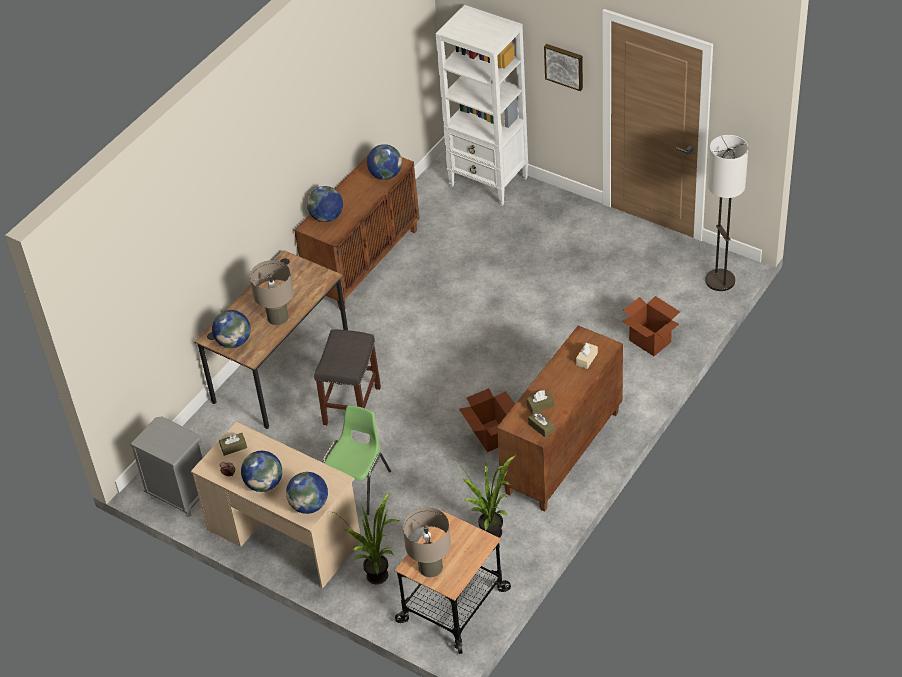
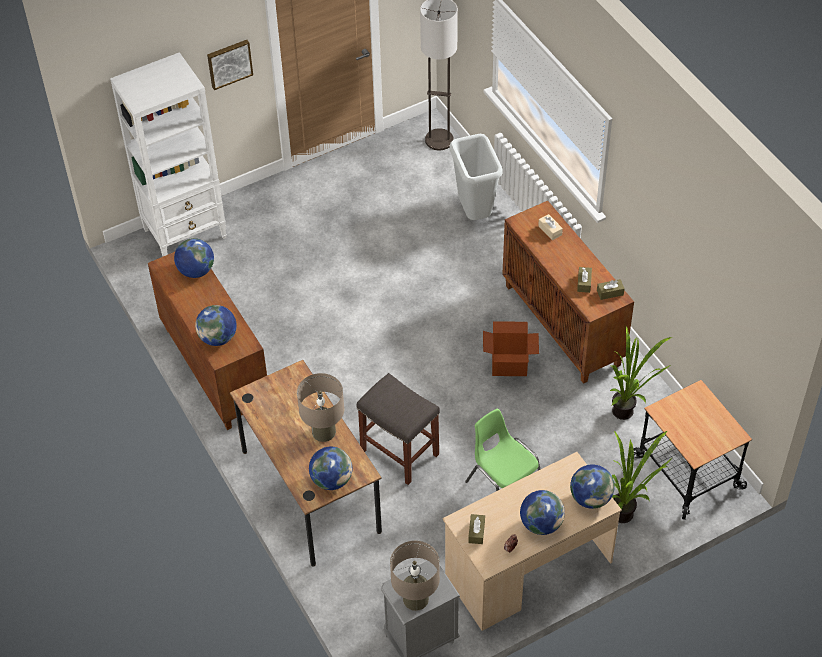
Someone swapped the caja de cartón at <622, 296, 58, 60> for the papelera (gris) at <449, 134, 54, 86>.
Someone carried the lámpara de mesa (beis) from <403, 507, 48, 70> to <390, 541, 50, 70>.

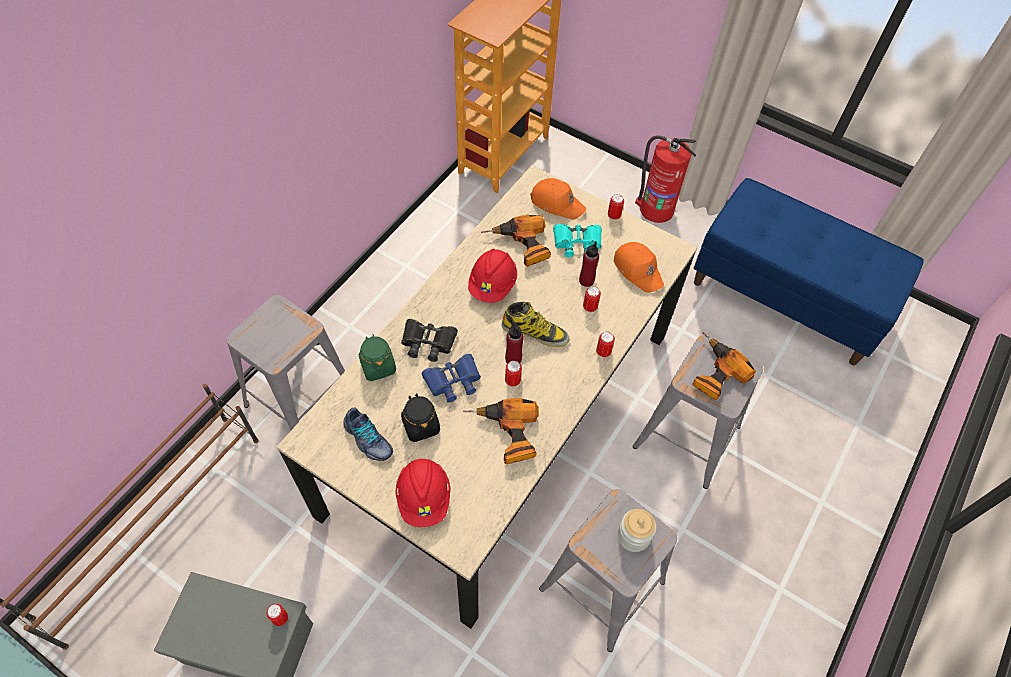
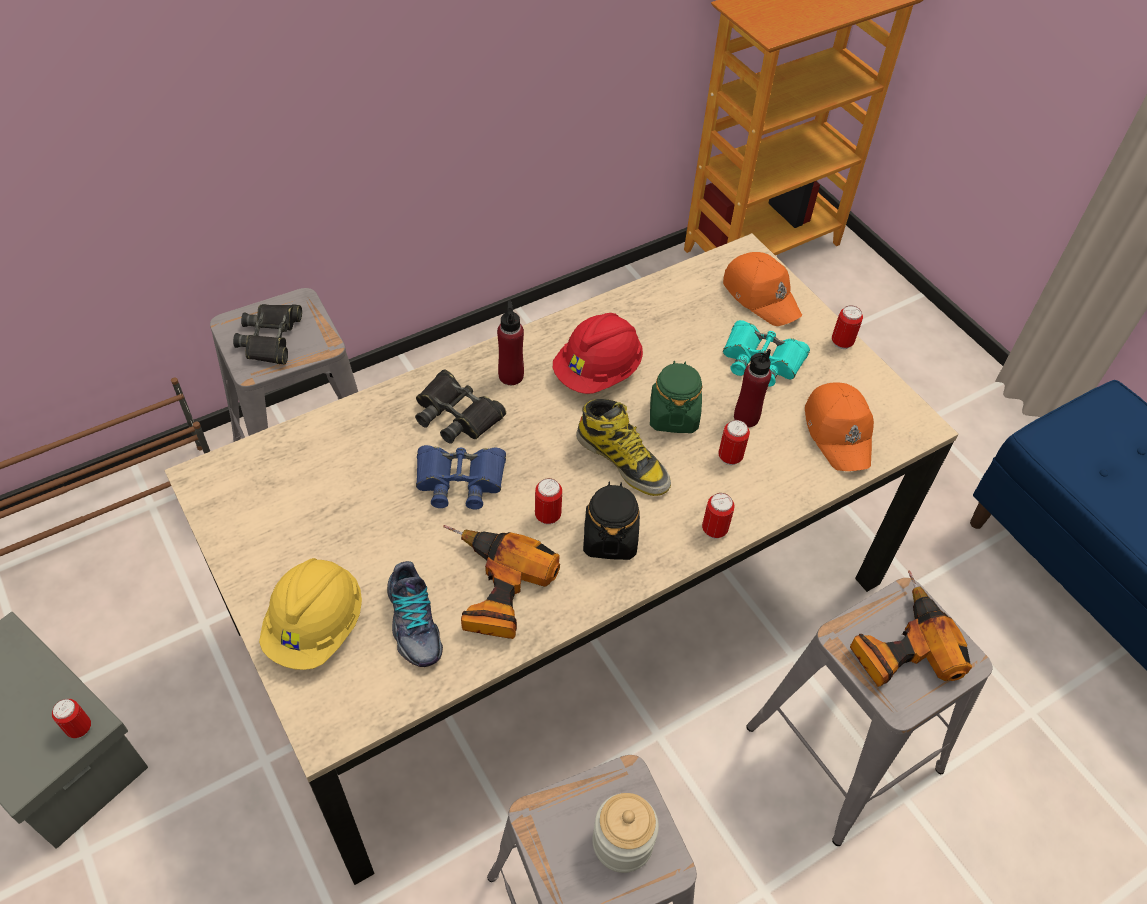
Someone took away the extintor at <635, 135, 61, 88>.
Someone took away the taladro at <481, 215, 70, 52>.
Someone carried the botella (rojo) from <505, 320, 19, 43> to <497, 300, 27, 85>.
Someone carried the tarro (verde) from <359, 334, 37, 47> to <650, 361, 52, 72>.
Someone carried the tarro (negro) from <401, 393, 39, 49> to <583, 481, 57, 79>.
Someone carried the zapato from <343, 407, 50, 54> to <387, 561, 56, 106>.
Someone repainted the casco (rojo) at <395, 459, 56, 68>, which became the casco (amarillo) at <259, 558, 103, 112>.
Someone put down the prismáticos (negro) at <233, 304, 69, 60>.

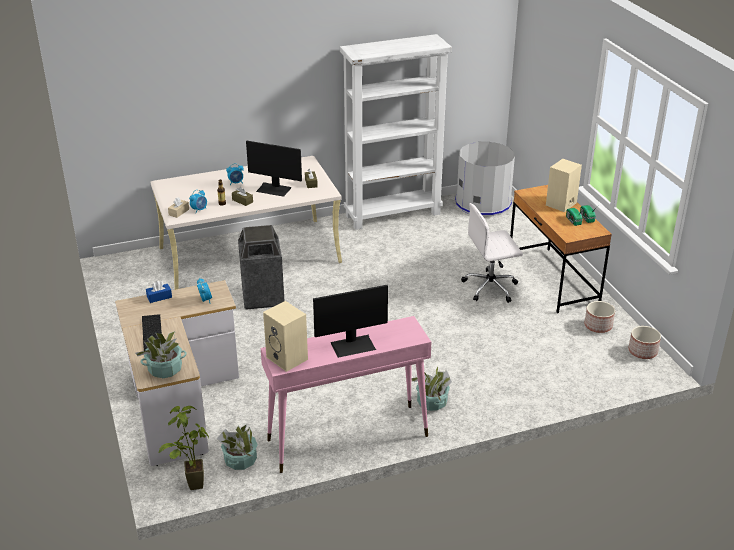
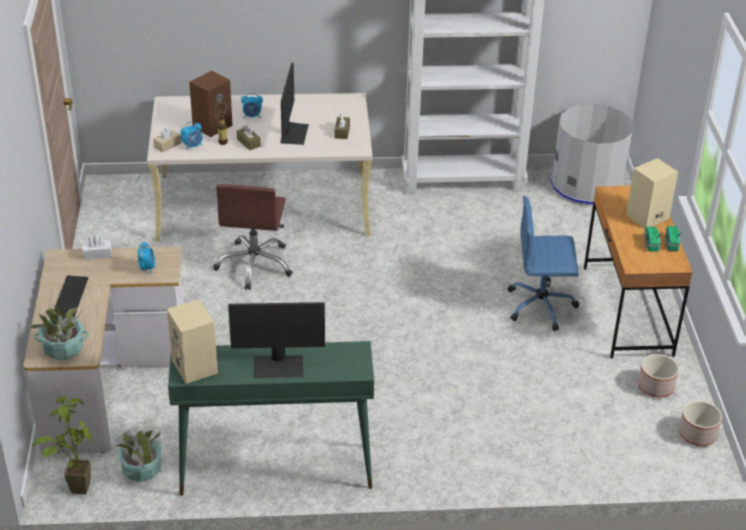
Someone rotated the monitor at <246, 141, 56, 56> by 120 degrees counterclockwise.
Someone repainted the silla de oficina (blanco) at <461, 203, 62, 100>, which became the silla de oficina (azul) at <508, 196, 71, 135>.
Someone swapped the papelera at <238, 225, 46, 85> for the silla de oficina (marrón) at <213, 184, 80, 106>.
Someone repainted the caja de pañuelos (azul) at <146, 281, 26, 22>, which became the caja de pañuelos (blanco) at <83, 235, 29, 25>.
Someone repainted the mesa consola (rosa) at <261, 316, 170, 157>, which became the mesa consola (verde) at <168, 341, 206, 155>.
Someone took away the planta en maceta at <411, 366, 41, 45>.
Someone put down the altavoz (marrón) at <189, 71, 44, 66>.

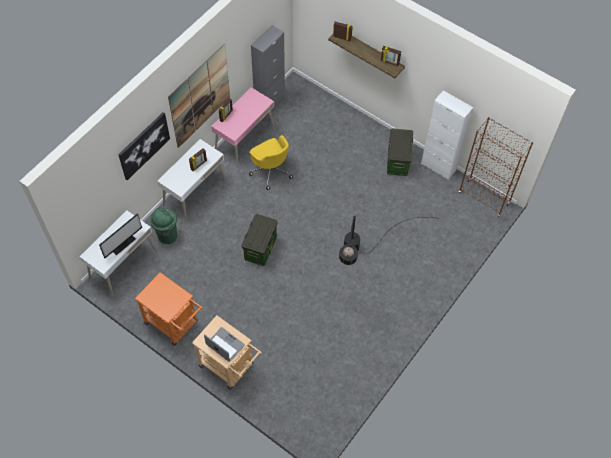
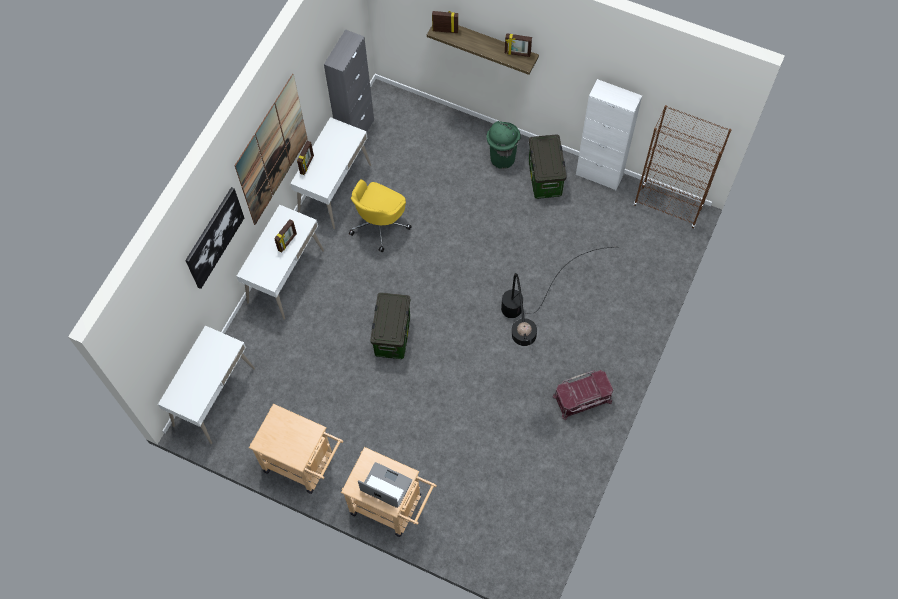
Someone repainted the escritorio (rosa) at <211, 87, 64, 80>, which became the escritorio (blanco) at <290, 117, 81, 112>.
Someone rotated the silla de oficina (amarillo) at <249, 135, 44, 55> by 75 degrees clockwise.
Someone carried the papelera (verde) from <150, 207, 27, 37> to <487, 121, 34, 48>.
Someone took away the monitor at <99, 213, 43, 45>.
Someone repainted the carrito (naranja) at <135, 272, 68, 74>, which became the carrito (beis) at <249, 404, 94, 90>.
Someone put down the caja de almacenaje (rojo) at <552, 370, 61, 50>.

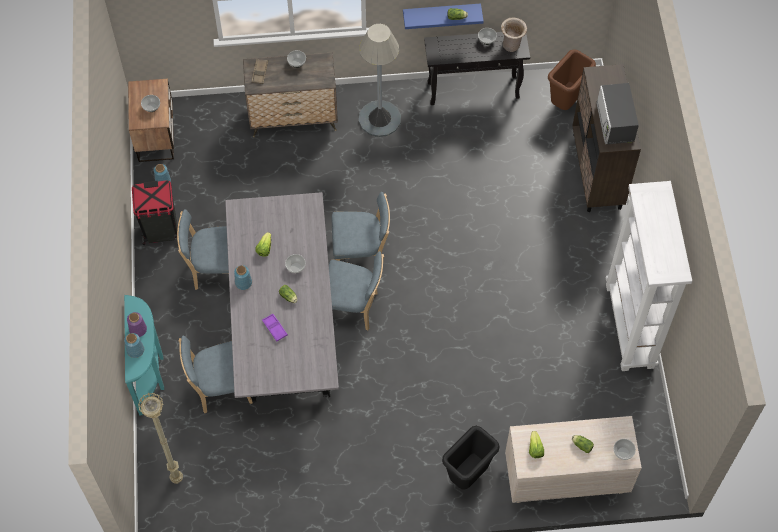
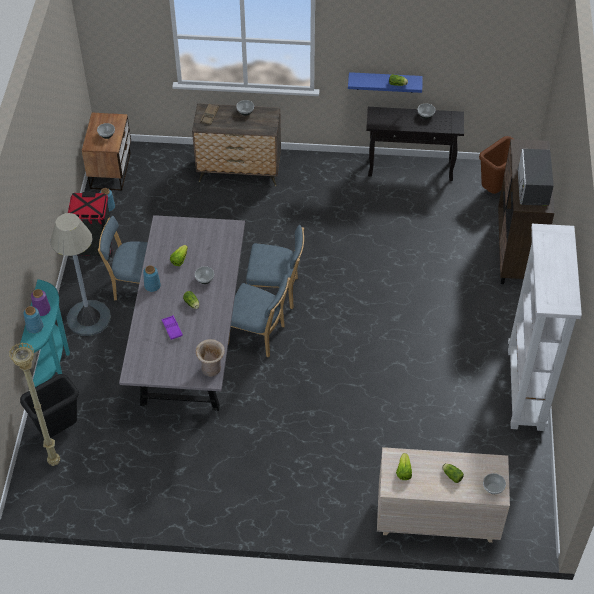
Someone carried the florero (beis) from <501, 18, 26, 34> to <196, 339, 29, 38>.
Someone carried the lámpara de pie (gris) from <359, 24, 42, 113> to <50, 213, 61, 123>.
Someone took away the silla (azul) at <179, 336, 74, 77>.
Someone carried the papelera (negro) from <442, 426, 57, 63> to <20, 374, 59, 64>.

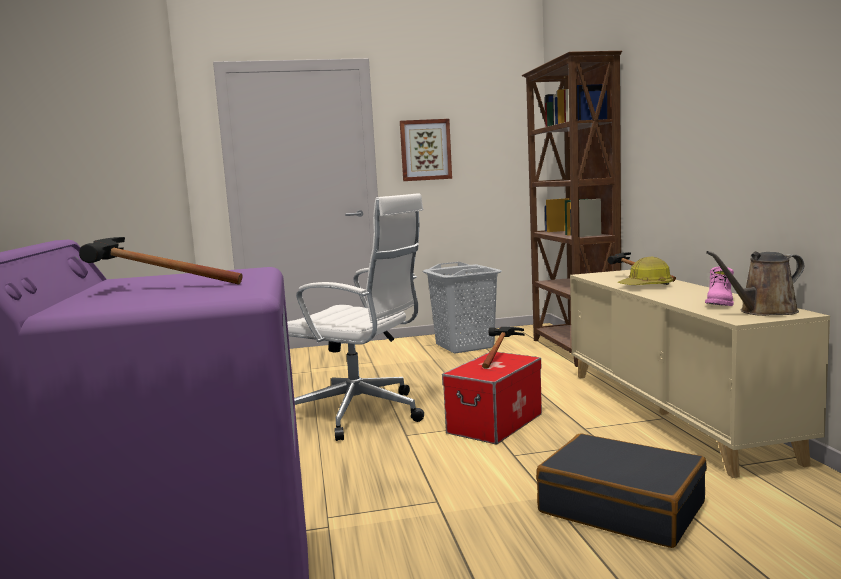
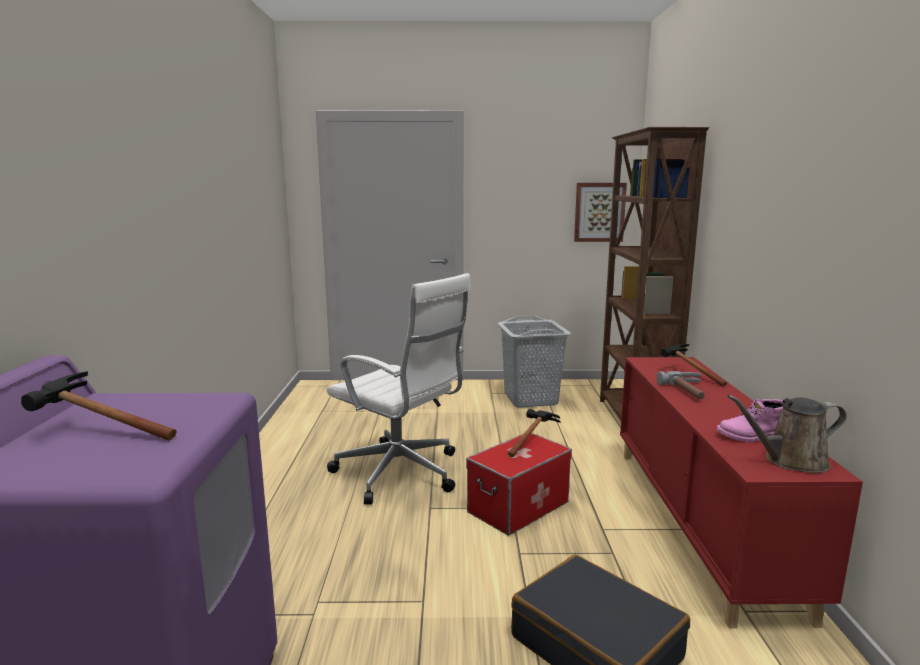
Someone carried the cuadro from <400, 119, 52, 62> to <574, 183, 53, 59>.
Someone swapped the casco at <618, 257, 55, 28> for the martillo at <657, 371, 48, 28>.
Someone rotated the bota (rosa) at <705, 266, 29, 40> by 45 degrees clockwise.
Someone repainted the armario (beis) at <570, 270, 260, 208>, which became the armario (rojo) at <620, 357, 243, 272>.

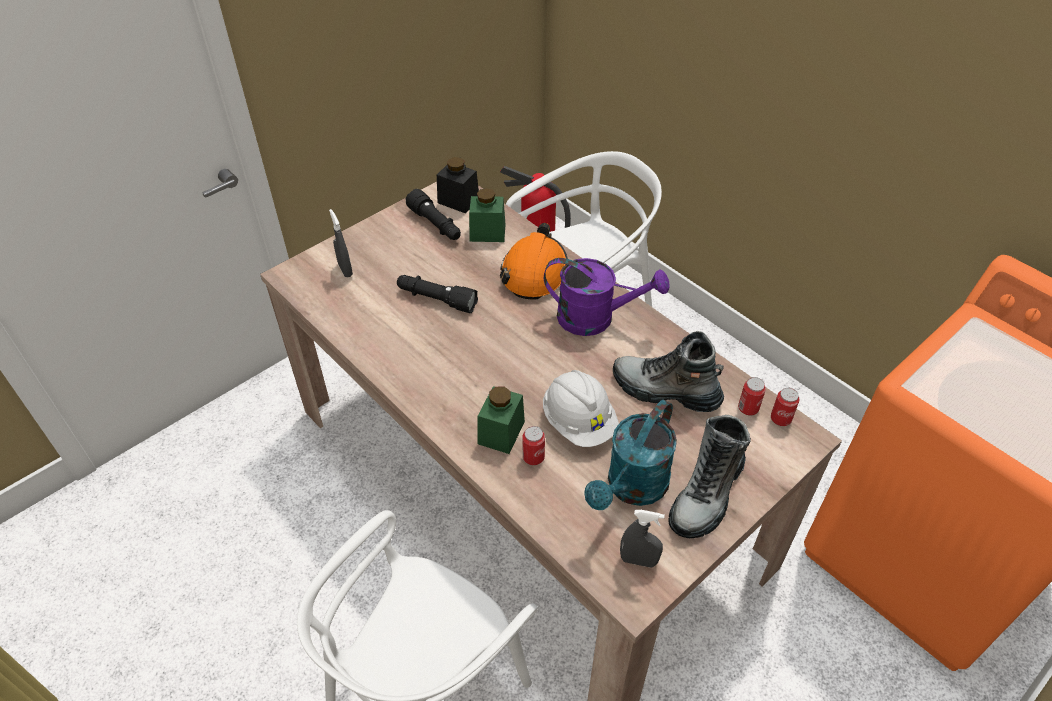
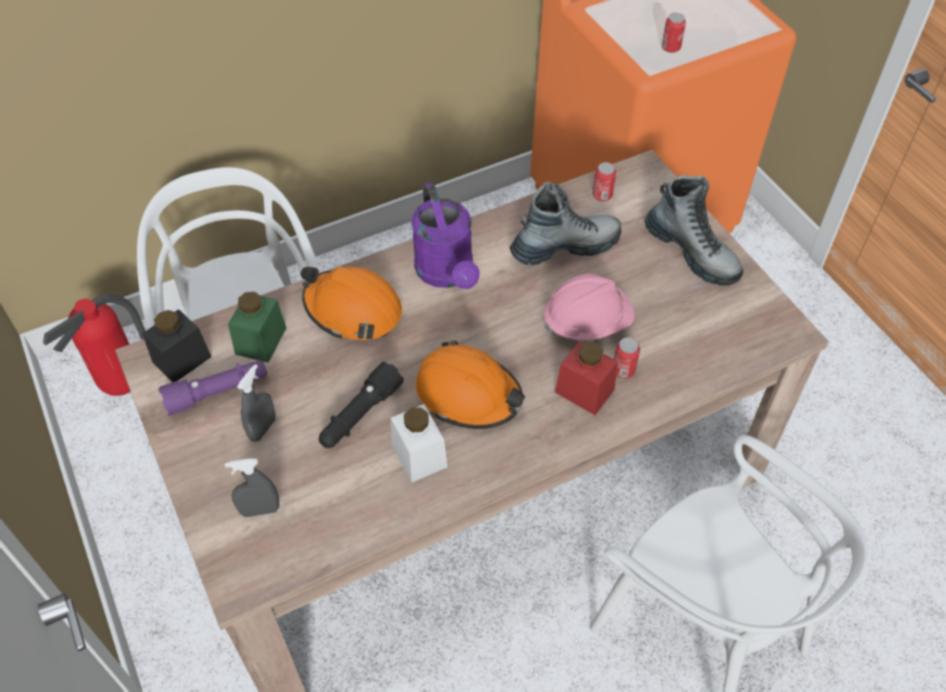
Someone repainted the linterna (negro) at <406, 189, 55, 51>, which became the linterna (morado) at <158, 361, 109, 55>.
Someone rotated the regadera (morado) at <544, 258, 125, 78> by 135 degrees clockwise.
Someone rotated the bota at <613, 331, 111, 81> by 150 degrees counterclockwise.
Someone repainted the casco (blanco) at <543, 370, 76, 77>, which became the casco (rosa) at <543, 274, 92, 66>.
Someone repainted the tarro (verde) at <478, 386, 47, 68>, which became the tarro (rojo) at <555, 341, 63, 74>.
Someone carried the lata from <771, 388, 29, 38> to <662, 13, 24, 40>.
Someone took away the regadera (turquesa) at <584, 400, 93, 110>.
Someone carried the pulverizador (gris) from <620, 510, 45, 58> to <237, 364, 39, 78>.
Someone put down the casco (naranja) at <416, 341, 109, 88>.
Someone put down the tarro (blanco) at <391, 404, 56, 78>.

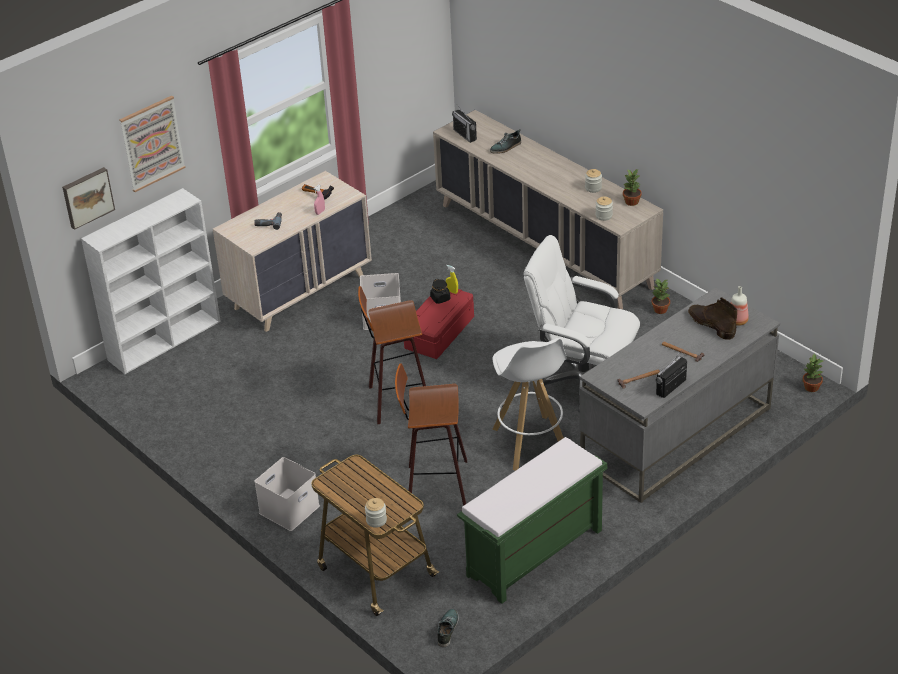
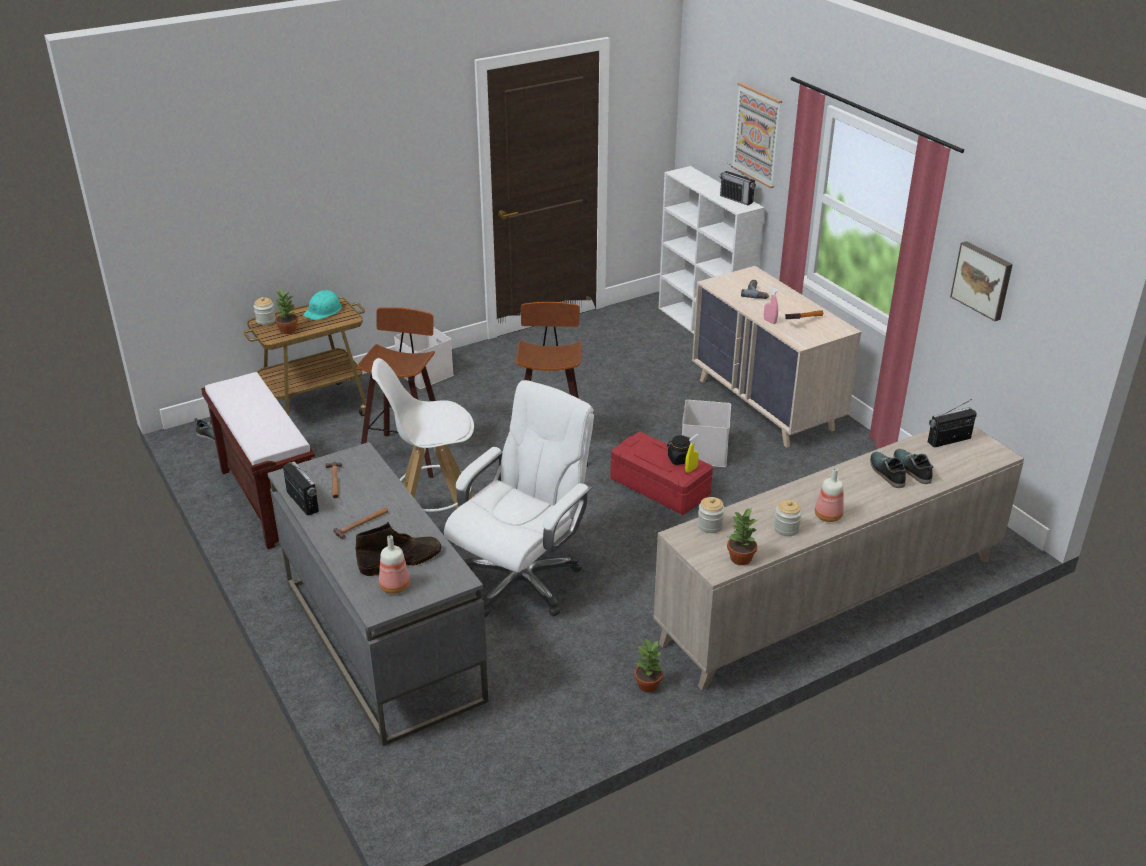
Someone carried the cuadro from <62, 167, 53, 63> to <950, 241, 63, 80>.
Someone carried the planta en maceta from <803, 354, 20, 38> to <275, 288, 23, 46>.
Someone repainted the banco (verde) at <457, 437, 151, 167>, which became the banco (marrón) at <201, 372, 114, 177>.
Someone put down the radio at <720, 163, 36, 42>.
Someone put down the casco (turquesa) at <303, 290, 39, 30>.
Someone put down the zapato at <870, 452, 36, 36>.
Someone put down the botella at <815, 468, 29, 54>.

